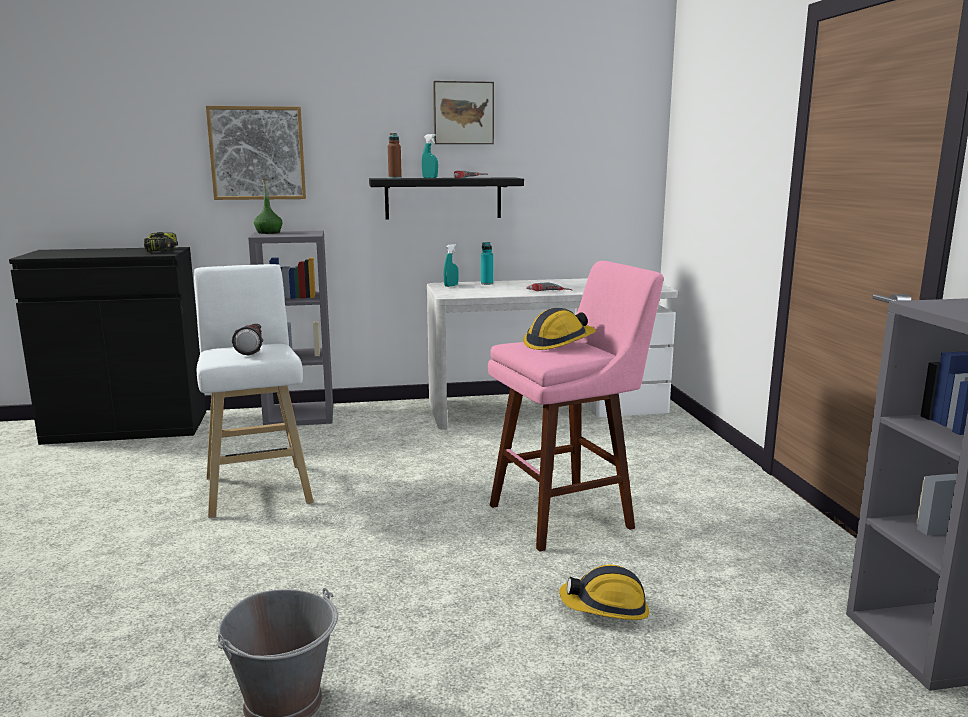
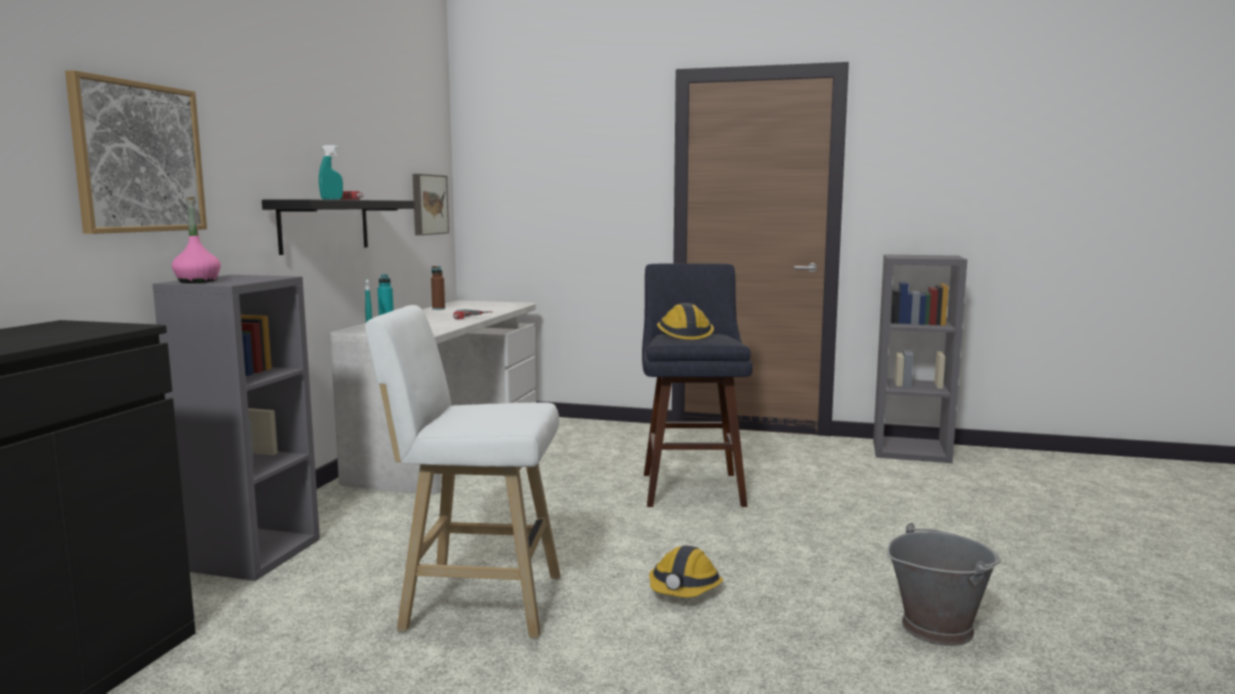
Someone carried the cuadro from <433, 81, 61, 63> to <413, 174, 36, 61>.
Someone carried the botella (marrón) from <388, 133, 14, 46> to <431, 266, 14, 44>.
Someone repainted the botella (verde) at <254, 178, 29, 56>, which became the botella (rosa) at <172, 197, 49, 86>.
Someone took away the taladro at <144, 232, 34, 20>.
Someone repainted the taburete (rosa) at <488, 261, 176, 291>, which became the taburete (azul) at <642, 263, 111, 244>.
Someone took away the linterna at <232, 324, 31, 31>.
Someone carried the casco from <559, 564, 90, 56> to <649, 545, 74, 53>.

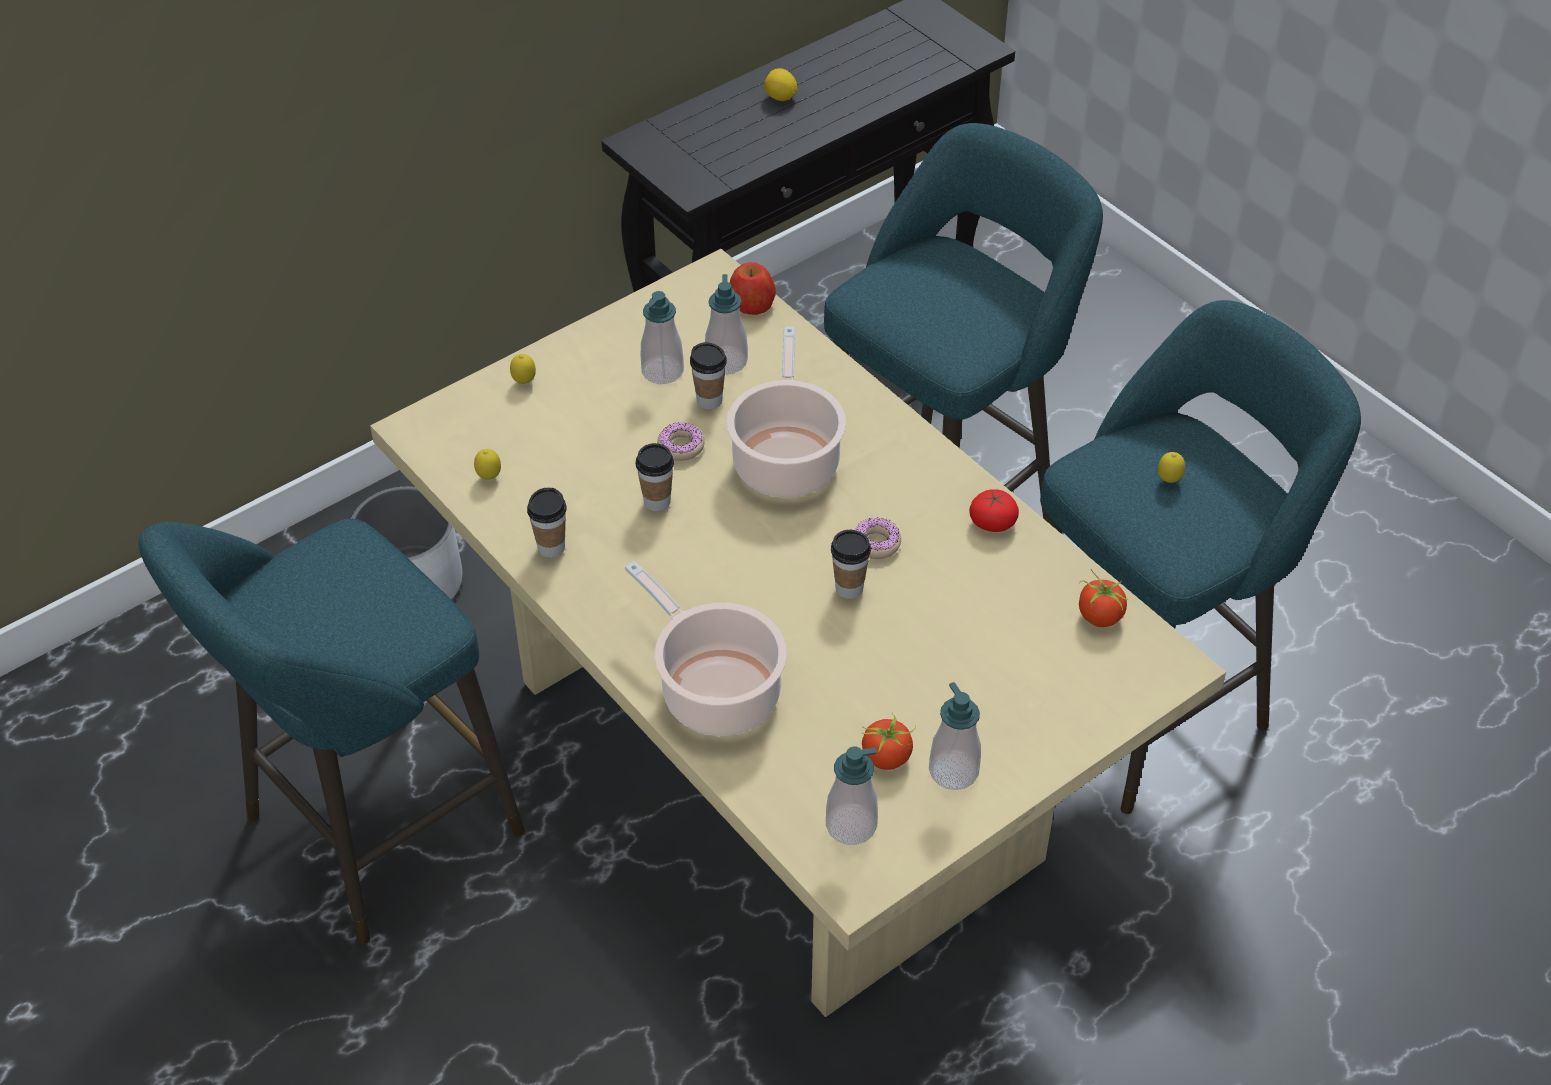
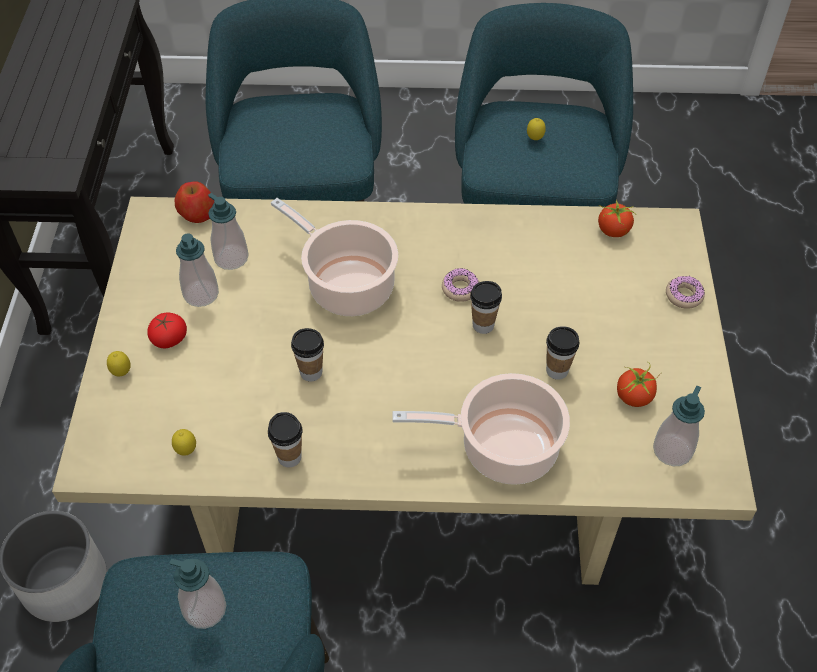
Someone took away the limón at <764, 68, 34, 33>.
Someone carried the taza from <690, 342, 37, 67> to <546, 326, 33, 54>.
Someone carried the rosquilla from <657, 422, 48, 39> to <666, 276, 39, 32>.
Someone carried the tomate from <969, 489, 50, 43> to <147, 312, 40, 36>.
Someone carried the dispensador de jabón from <929, 682, 52, 108> to <169, 559, 57, 70>.

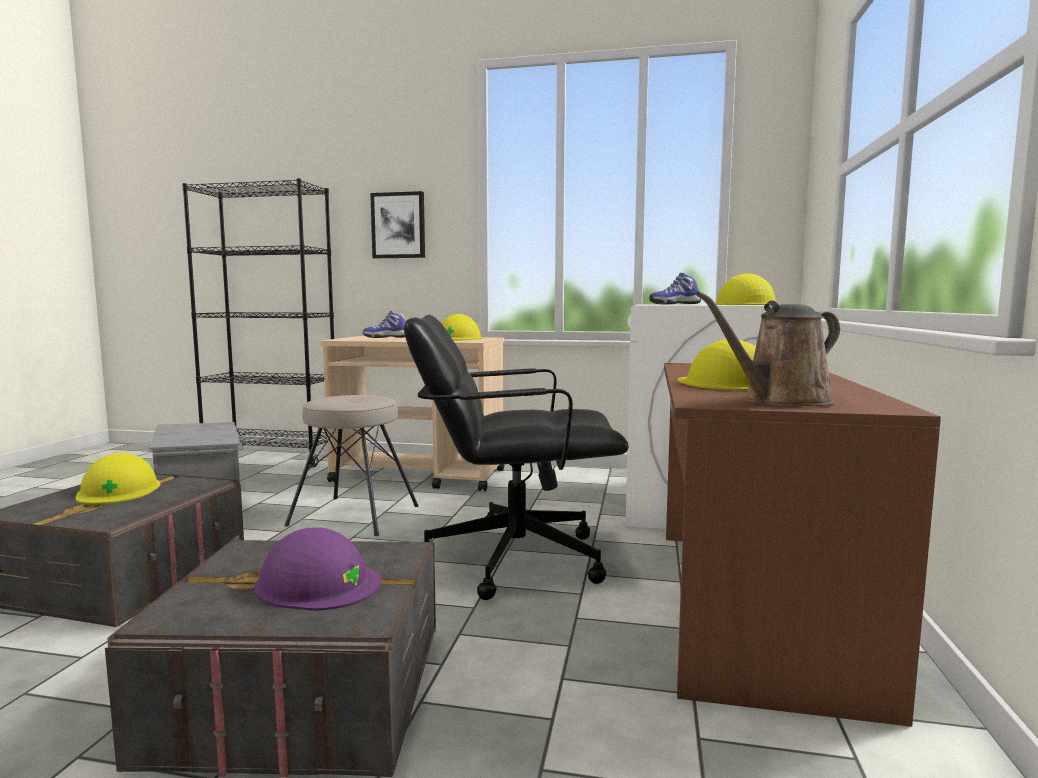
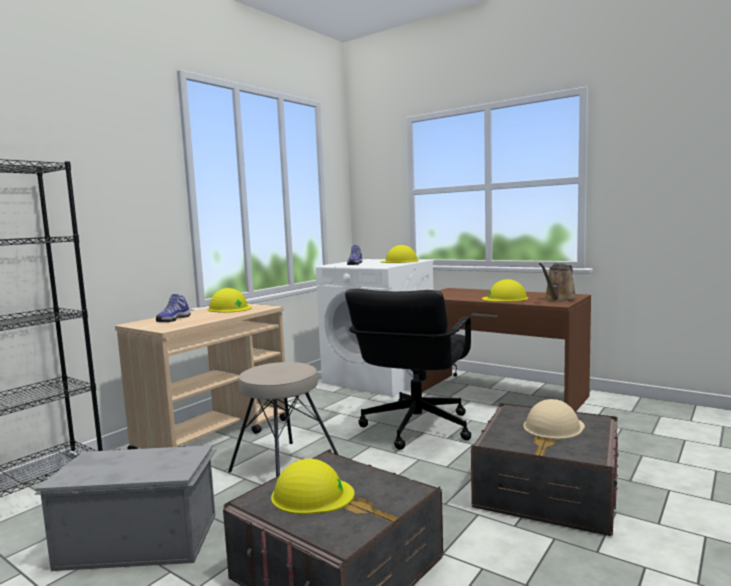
Someone took away the cuadro at <370, 191, 55, 67>.
Someone rotated the regadera (marrón) at <696, 291, 144, 115> by 45 degrees clockwise.
Someone repainted the casco (morado) at <254, 527, 127, 83>, which became the casco (beis) at <524, 399, 61, 40>.

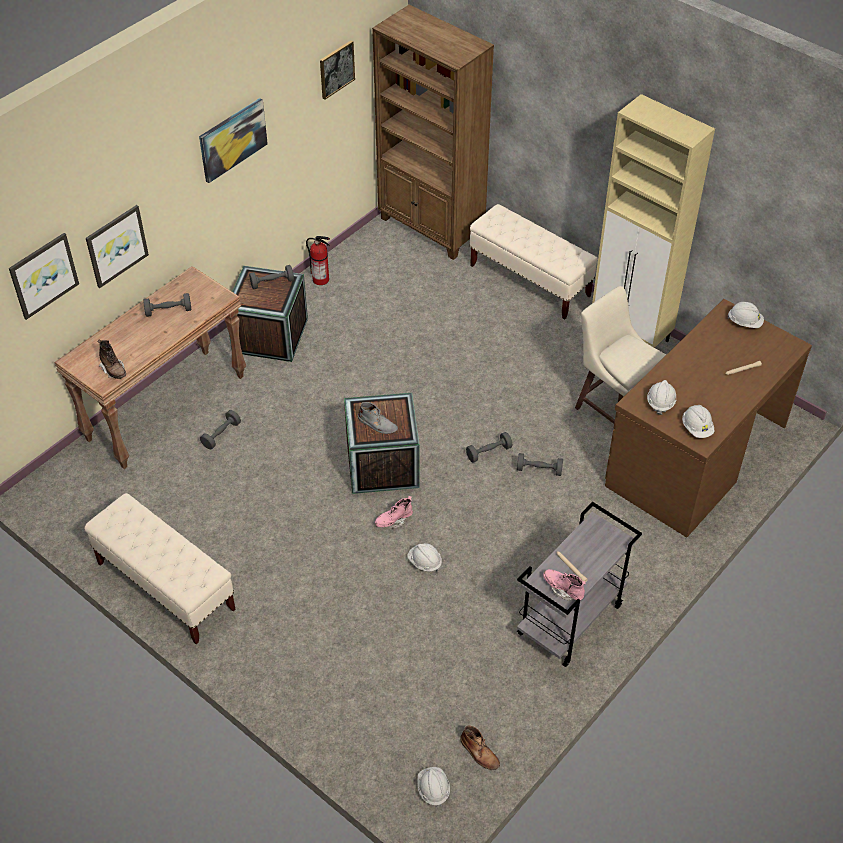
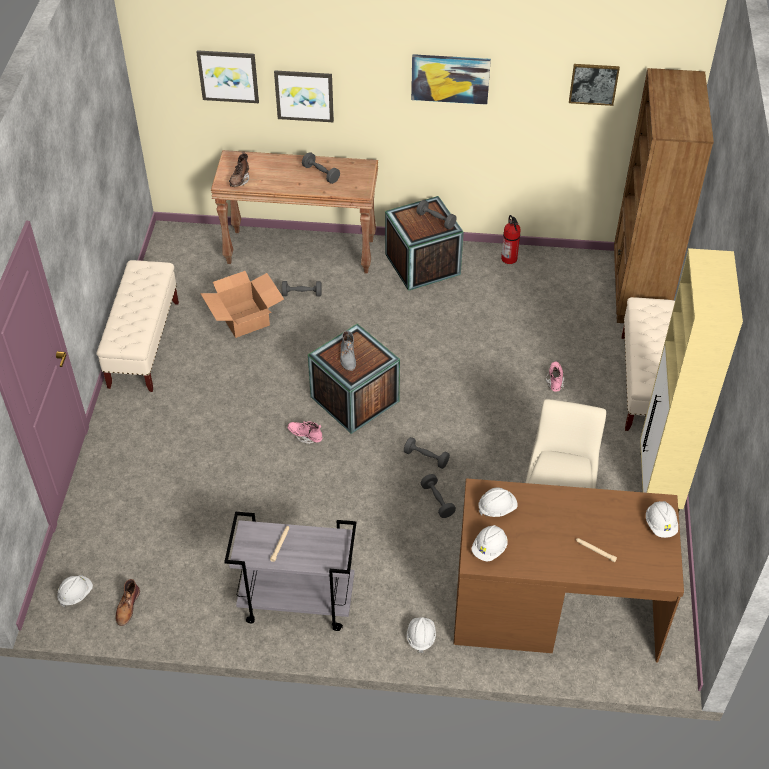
Someone carried the casco (blanco) from <407, 543, 35, 29> to <407, 617, 29, 36>.
Someone carried the bota (rosa) from <543, 569, 43, 32> to <546, 361, 19, 31>.
Someone put down the caja de cartón at <200, 271, 84, 67>.

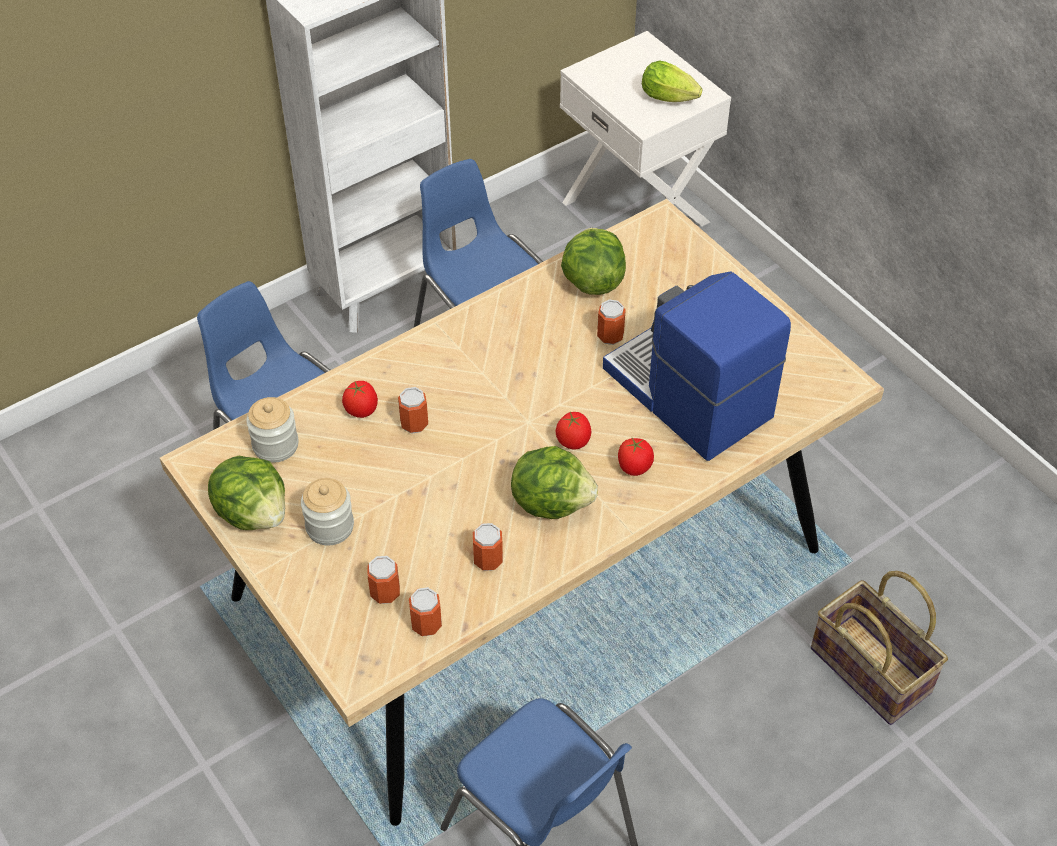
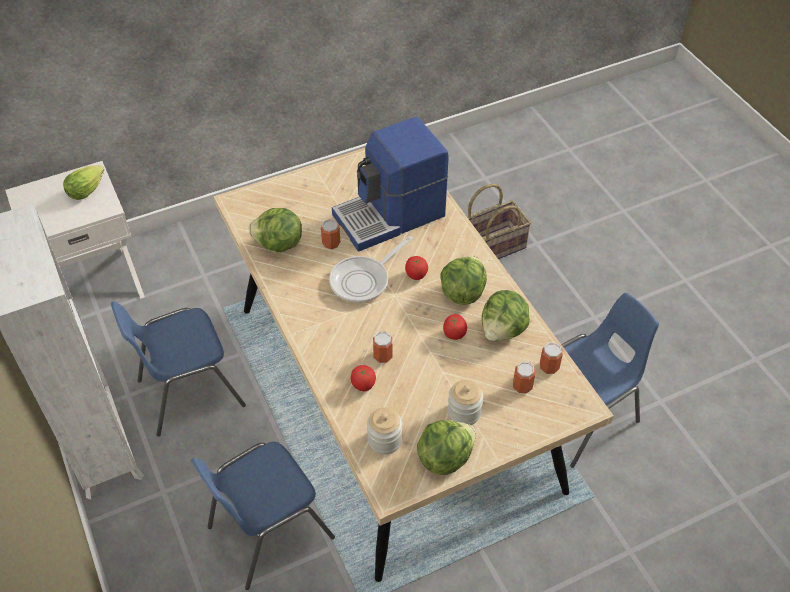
Someone carried the tomate from <618, 438, 36, 38> to <443, 314, 24, 26>.
Someone swapped the lata at <473, 523, 30, 48> for the lechuga at <482, 290, 48, 51>.
Someone put down the sartén at <329, 236, 84, 67>.

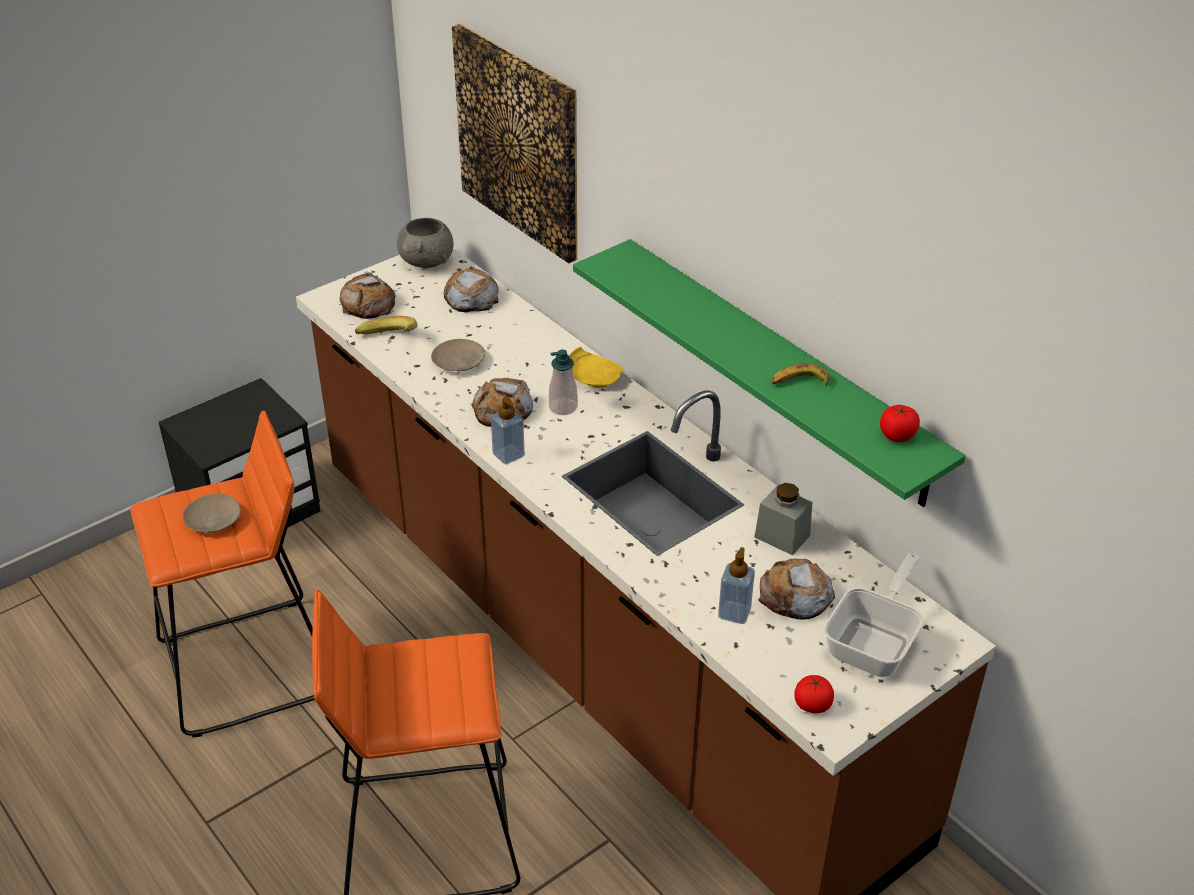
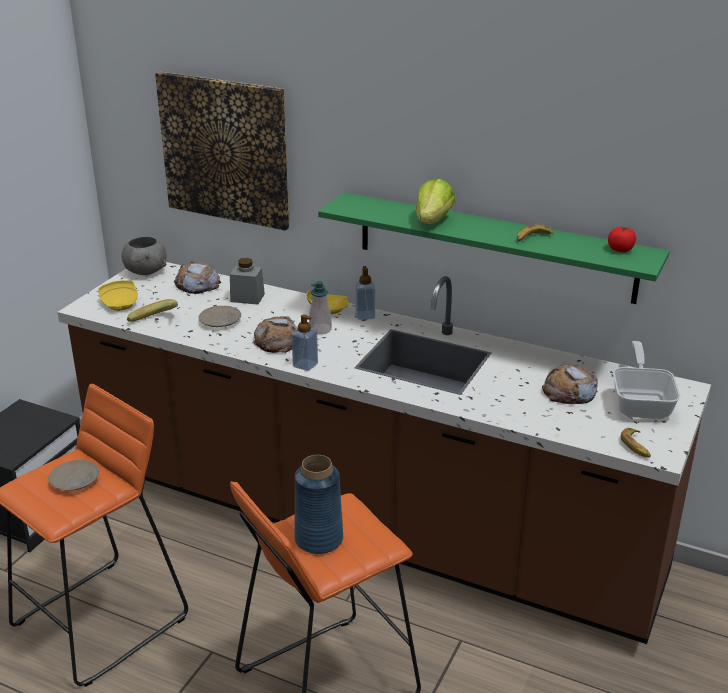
Someone swapped the pan at <339, 272, 57, 47> for the plato (amarillo) at <98, 280, 40, 31>.
Someone carried the tarro (gris) from <755, 483, 57, 73> to <230, 258, 35, 47>.
Someone carried the dispensador de jabón from <718, 547, 37, 77> to <355, 266, 20, 54>.
Someone swapped the tomate at <794, 675, 40, 38> for the plátano at <621, 428, 30, 30>.
Someone put down the lechuga at <416, 178, 39, 46>.
Someone put down the florero (azul) at <295, 455, 48, 99>.

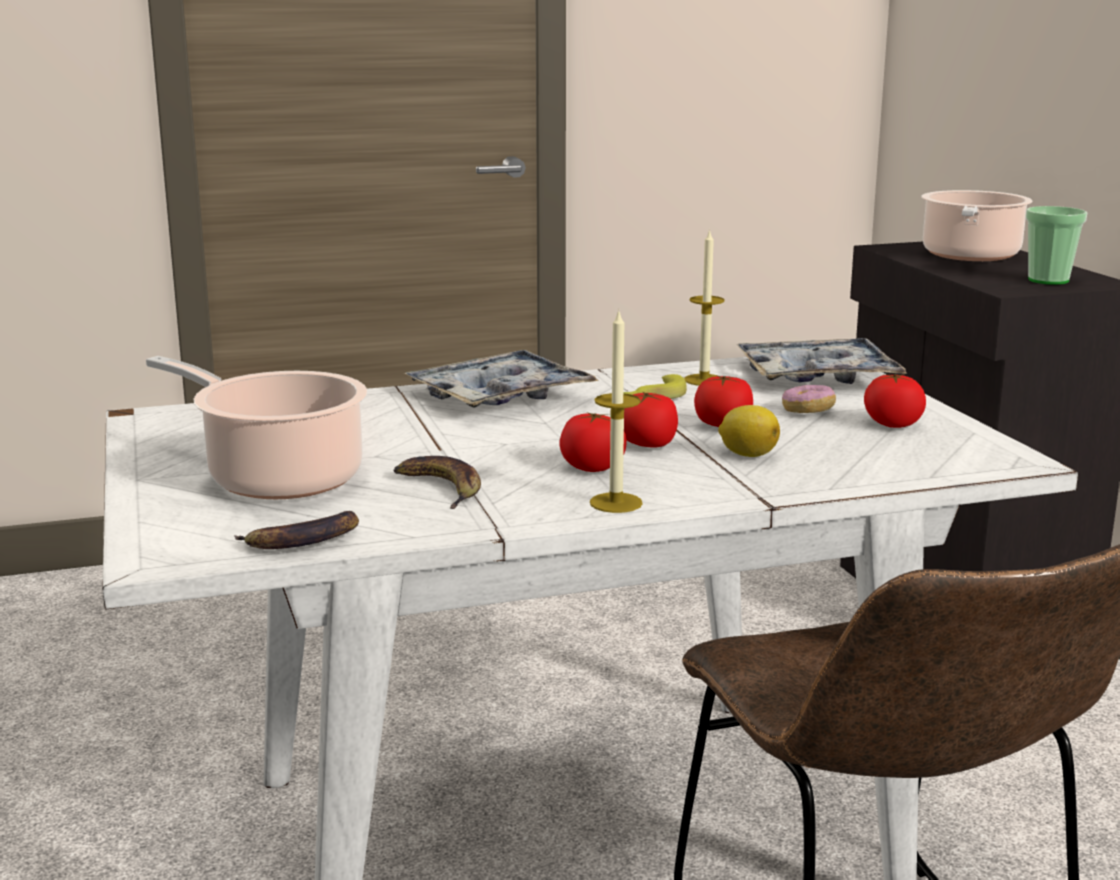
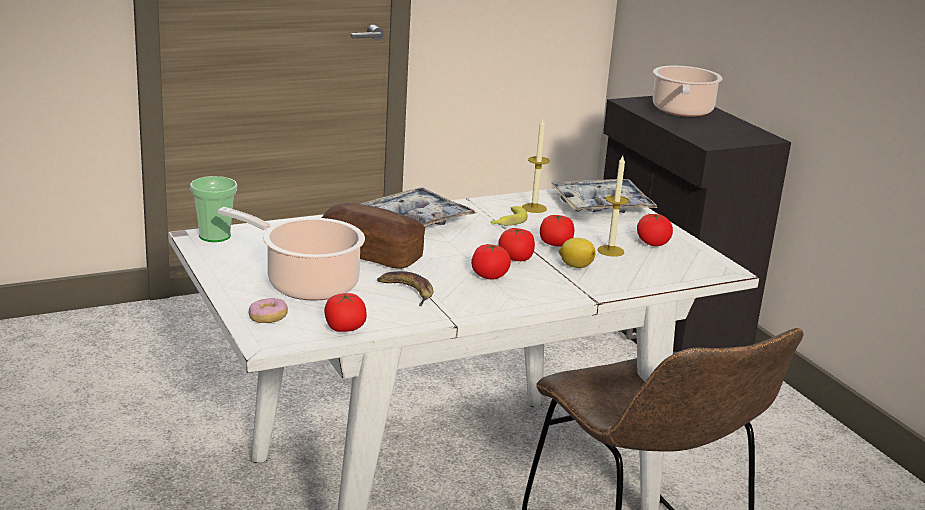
Someone carried the taza from <1025, 206, 62, 79> to <190, 176, 47, 66>.
Someone carried the vela from <590, 309, 53, 204> to <597, 156, 32, 101>.
Someone carried the rosquilla from <782, 385, 54, 28> to <249, 298, 39, 25>.
Someone swapped the plátano at <234, 511, 125, 38> for the tomate at <324, 293, 43, 39>.
Someone put down the pan at <322, 203, 103, 66>.

